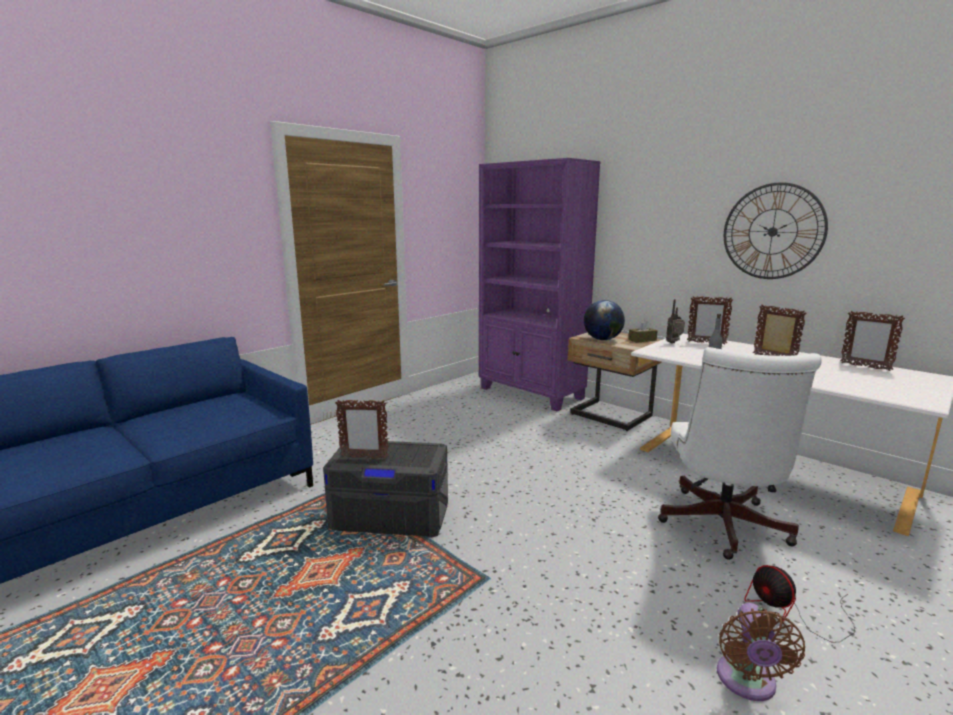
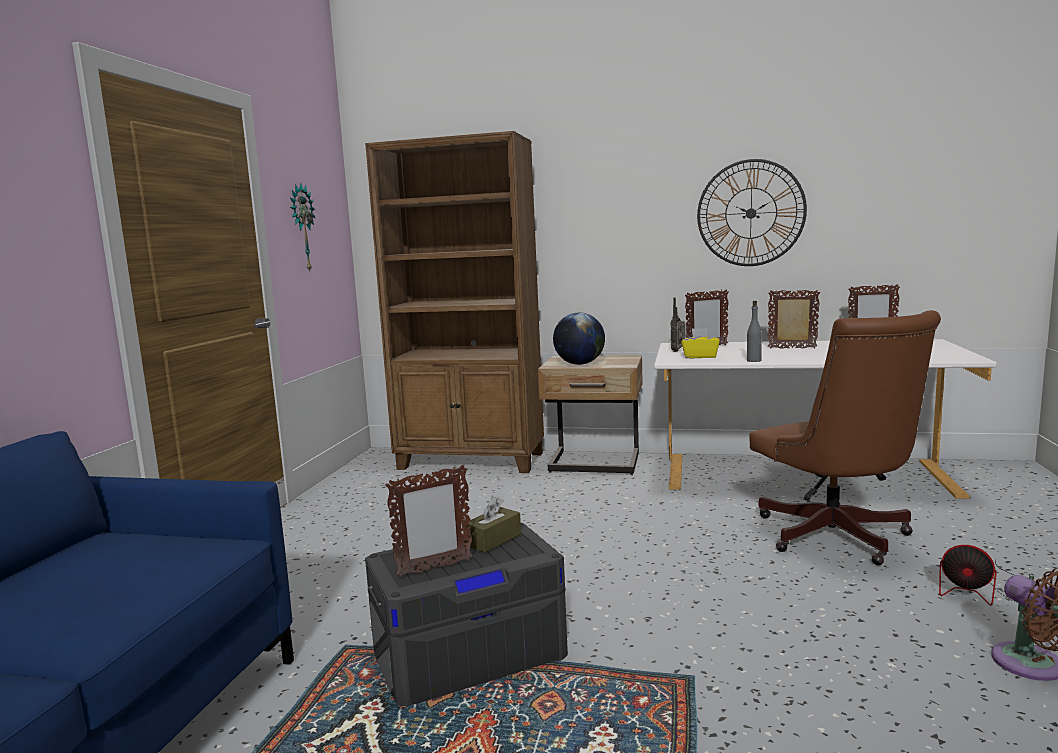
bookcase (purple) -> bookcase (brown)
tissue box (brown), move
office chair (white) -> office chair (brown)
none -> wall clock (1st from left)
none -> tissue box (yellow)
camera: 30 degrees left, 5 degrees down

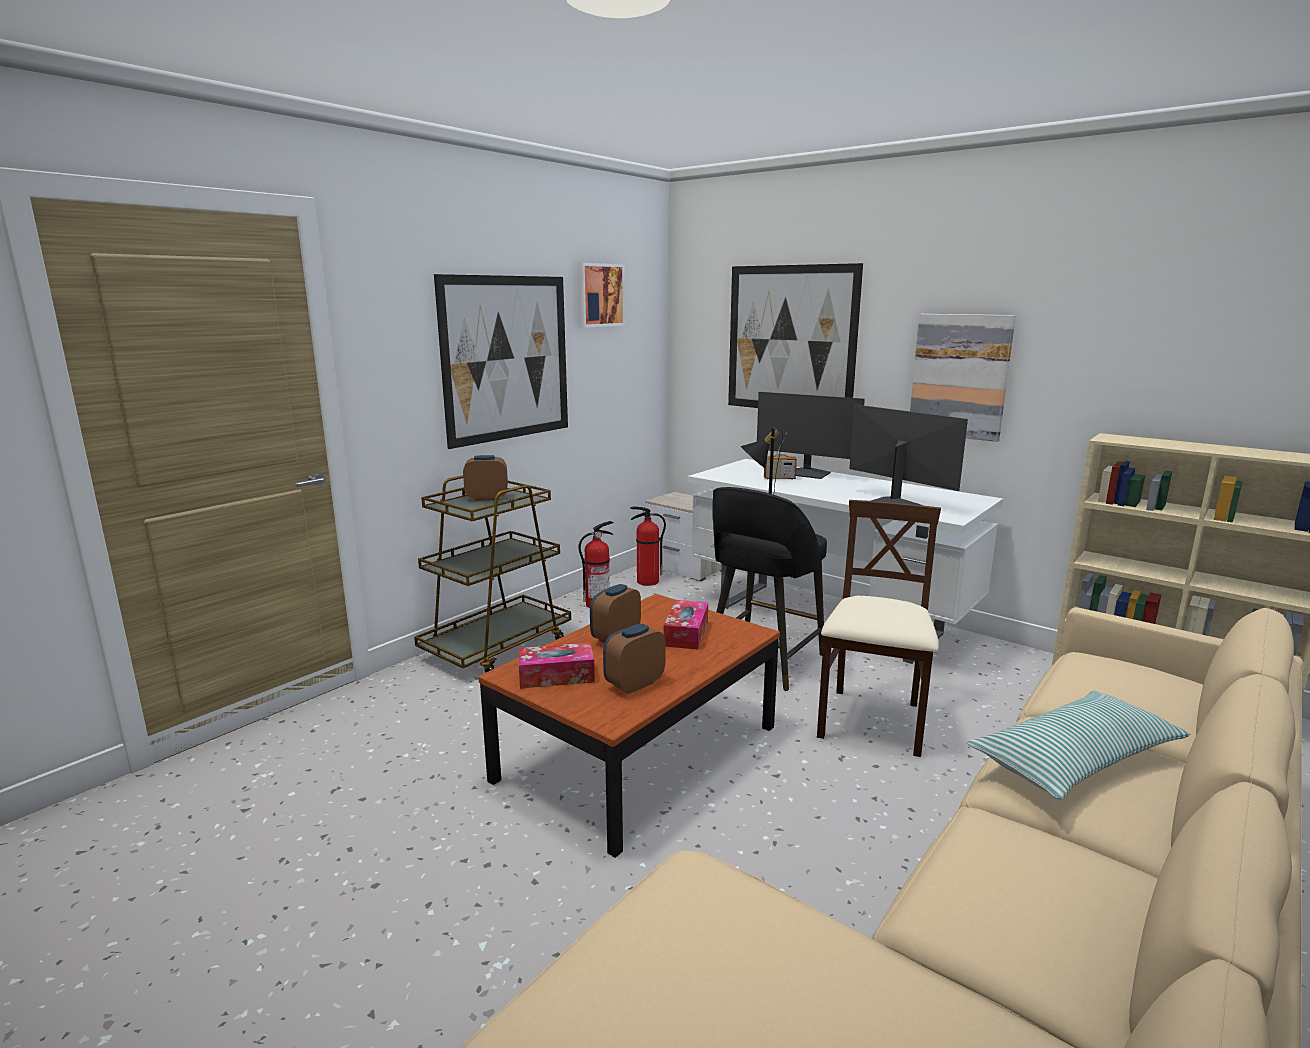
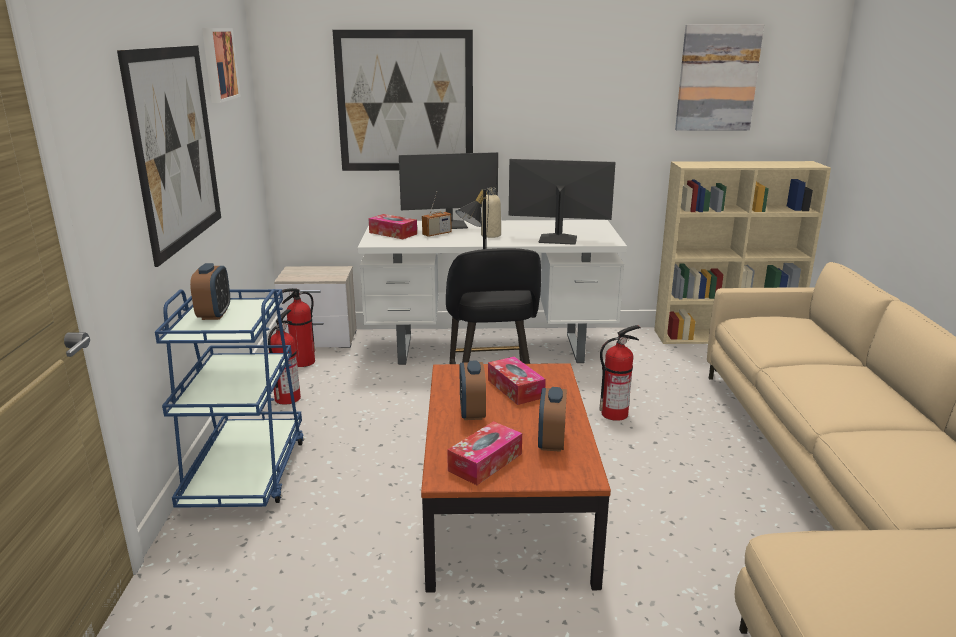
picture (4th from left), move
alarm clock (1st from left), 135 degrees clockwise
cart (brown) -> cart (blue)
chair (beige) -> fire extinguisher (3rd from left)
pillow -> none
none -> bottle (beige)
none -> tissue box (1st from left)
camera: 40 degrees left, 5 degrees up

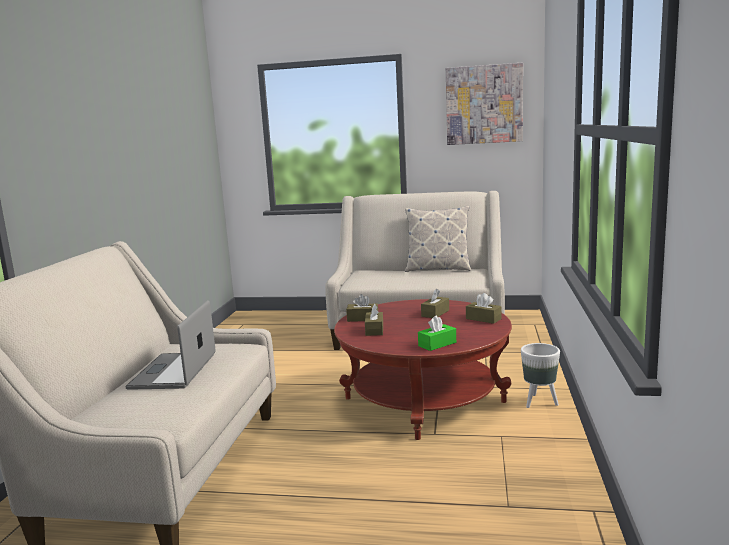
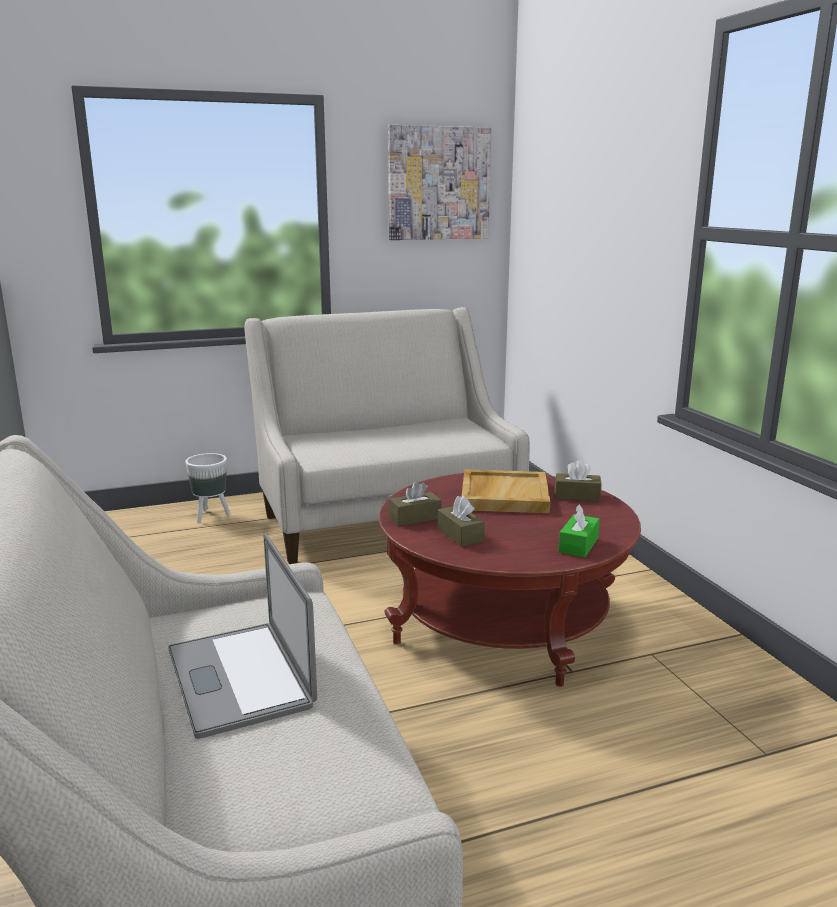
pillow -> none
tissue box (brown) (3rd from left) -> tray (beige)
planter (white), move
camera: 30 degrees left, 5 degrees up

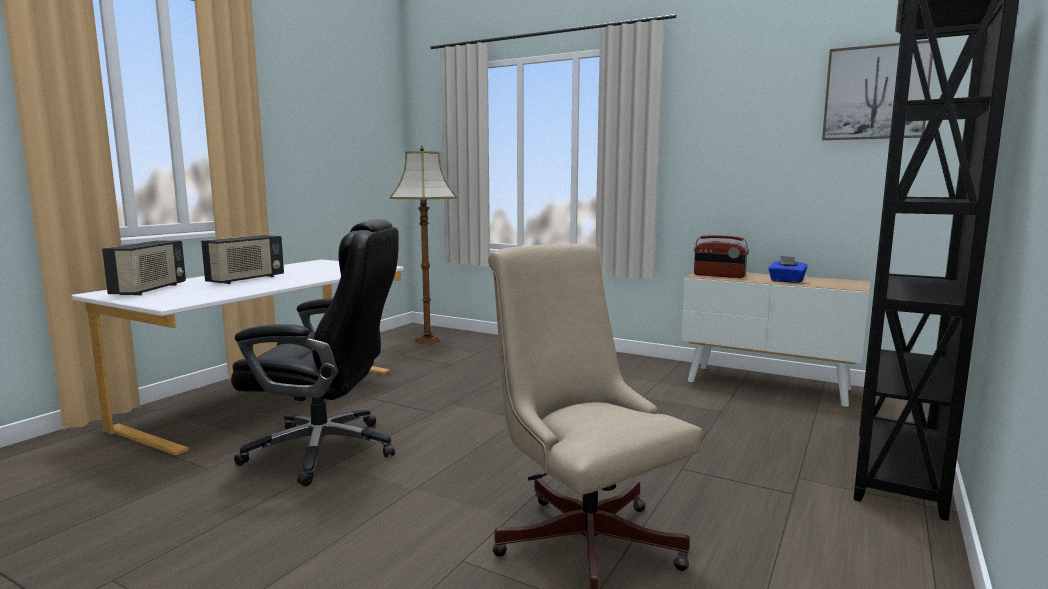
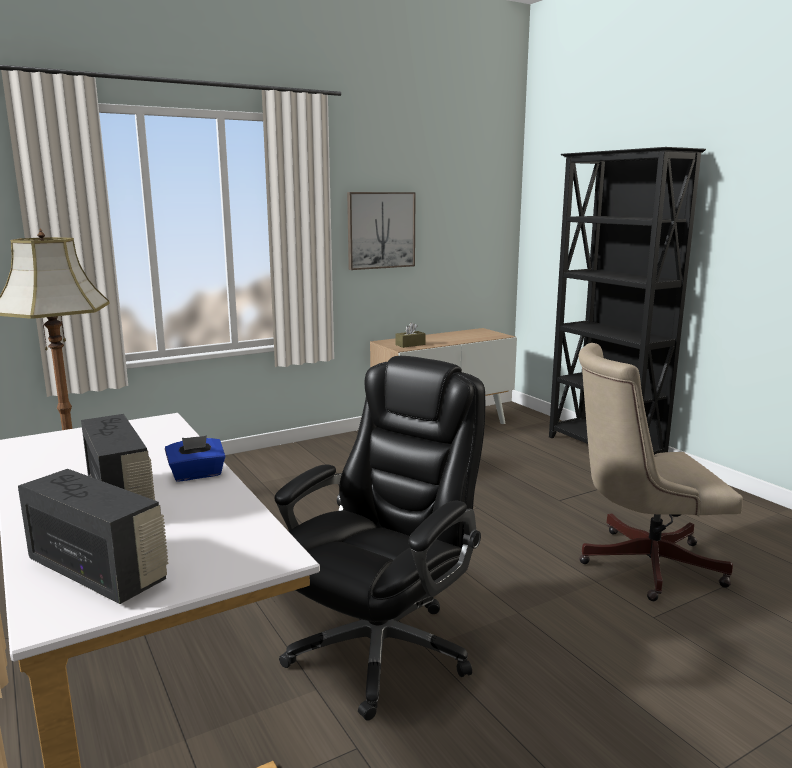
picture, move
radio (3rd from left) -> tissue box (brown)
tissue box (blue), move
camera: 60 degrees left, 5 degrees up

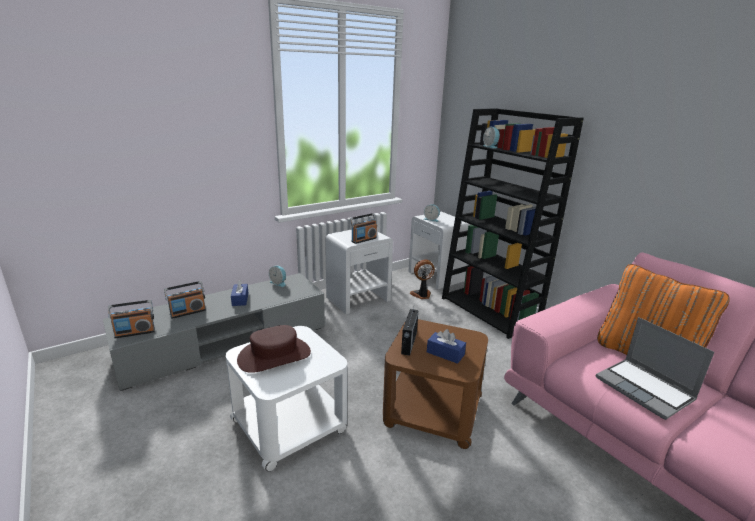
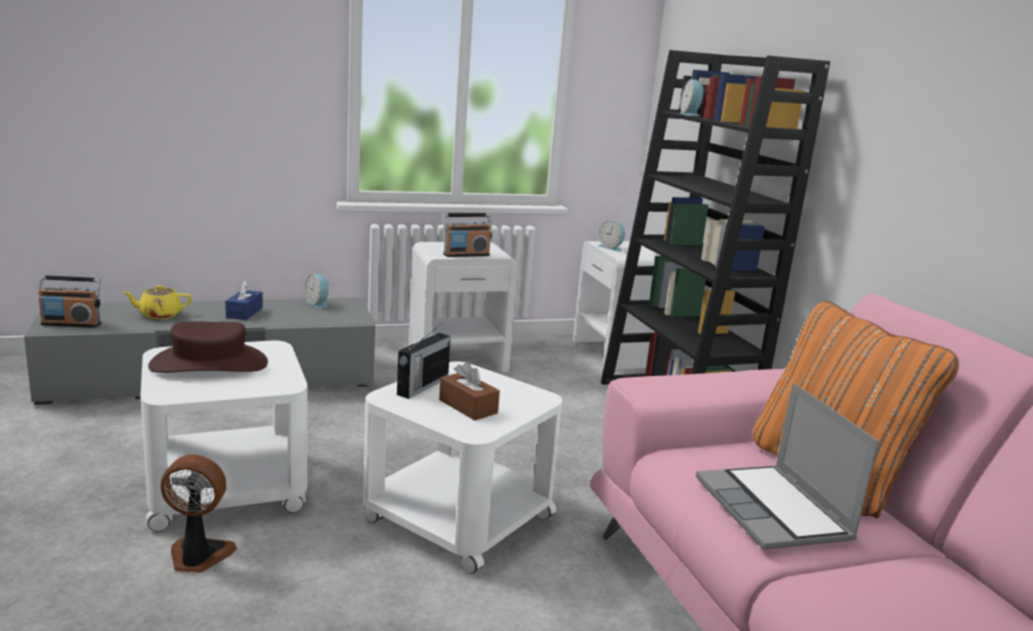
fan, move
radio (2nd from left) -> teapot (yellow)
side table (brown) -> side table (white) (2nd from left)
tissue box (blue) (2nd from left) -> tissue box (brown)
camera: 15 degrees right, 5 degrees down

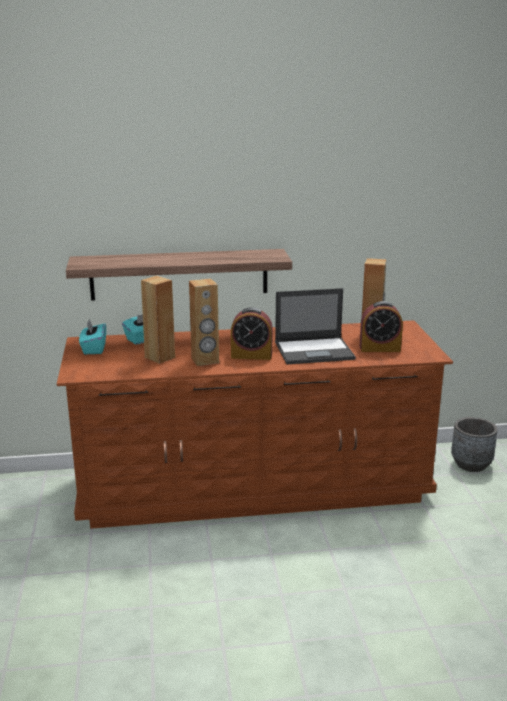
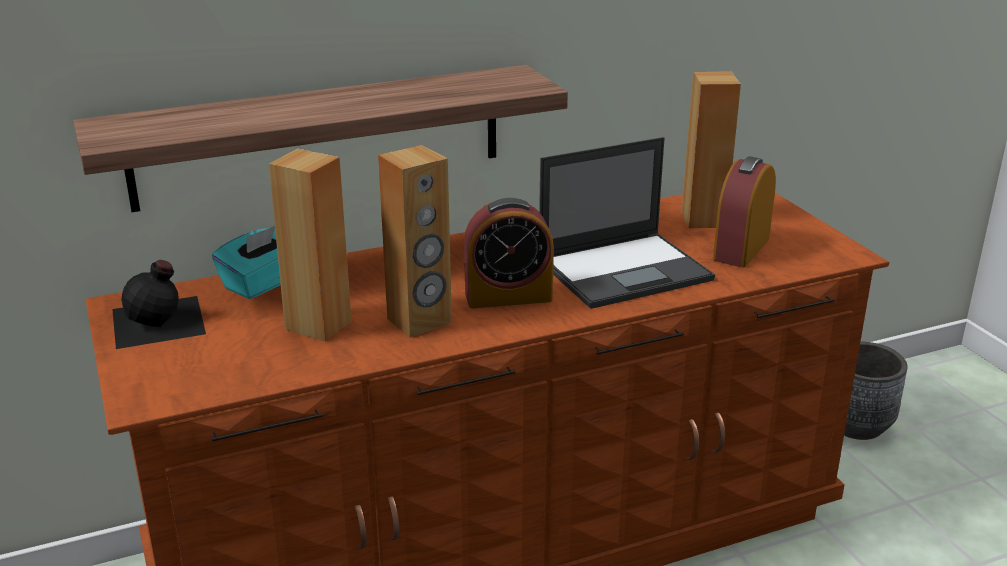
alarm clock (2nd from left), 135 degrees clockwise
tissue box (turquoise) (1st from left) -> bottle (black)
camera: 15 degrees left, 5 degrees up

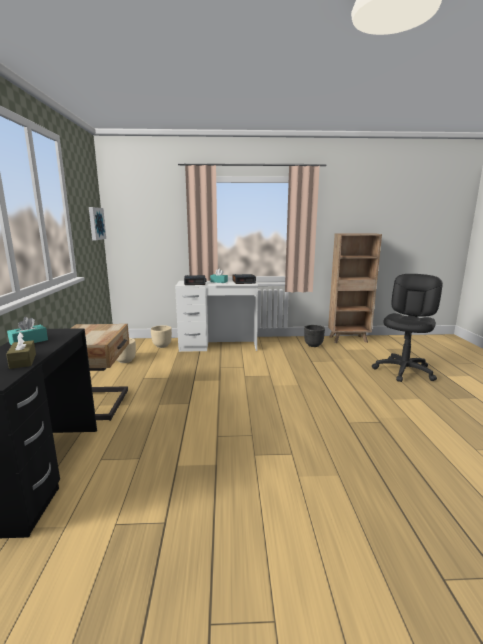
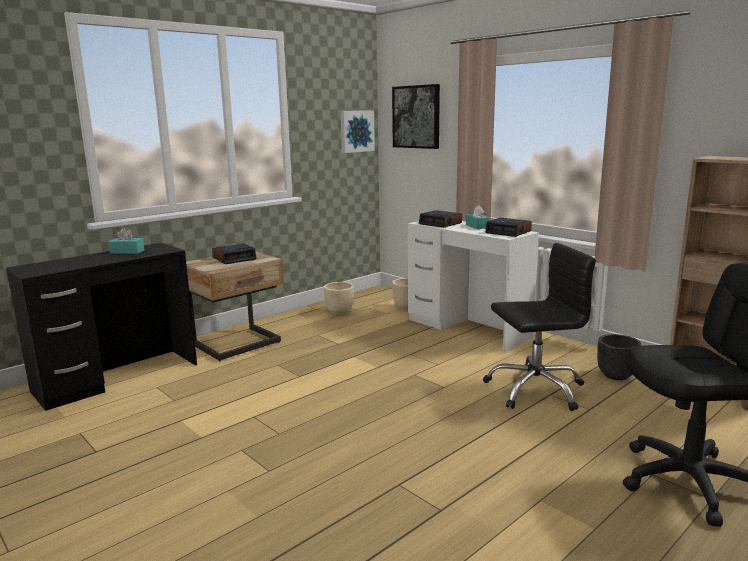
tissue box (brown) -> none
none -> picture (2nd from left)
none -> office chair (black) (1st from left)
none -> alarm clock (1st from left)
camera: 50 degrees right, 0 degrees up

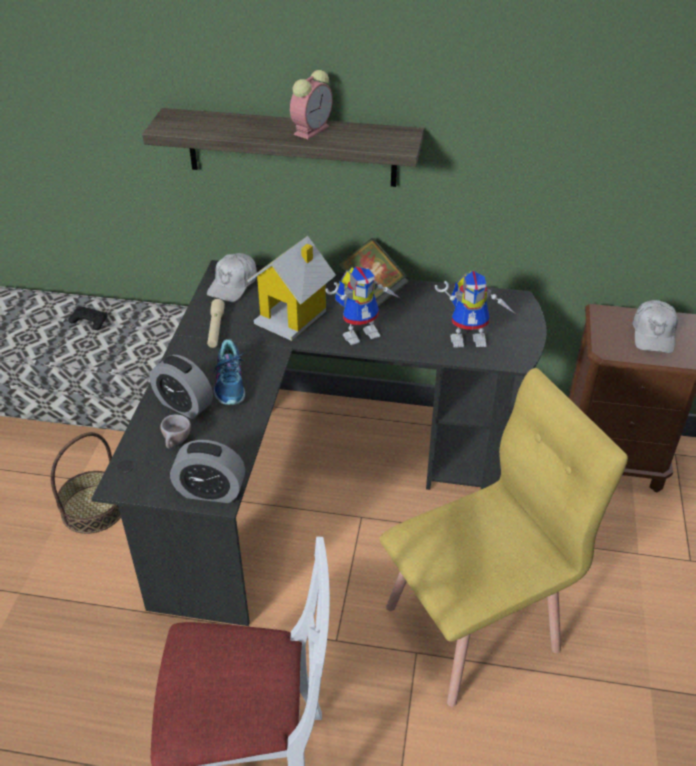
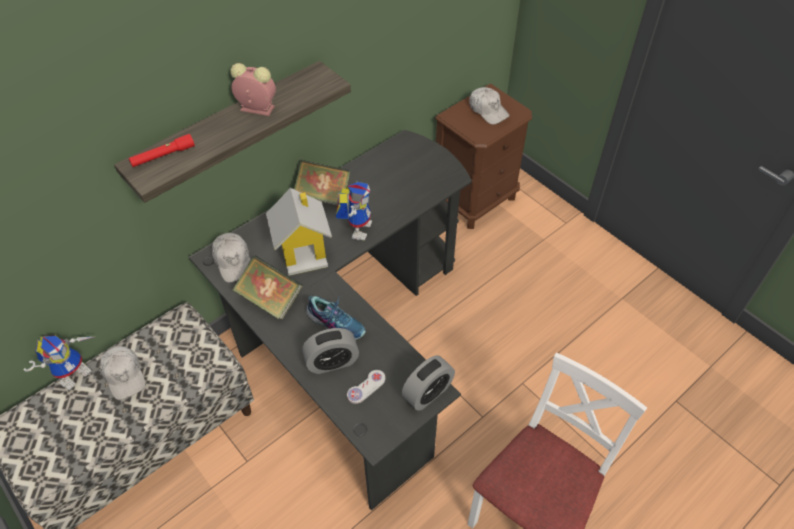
alarm clock (3rd from left in the first image) -> alarm clock (1st from left), 60 degrees counterclockwise
toy robot (2nd from left in the first image) -> toy robot (1st from left), move
flashlight (beige) -> book (1st from left)
game controller (black) -> cap (white) (1st from left)
chair (yellow) -> none
cup (beige) -> game controller (white)
basket -> none
none -> flashlight (red)
camera: 50 degrees left, 10 degrees up

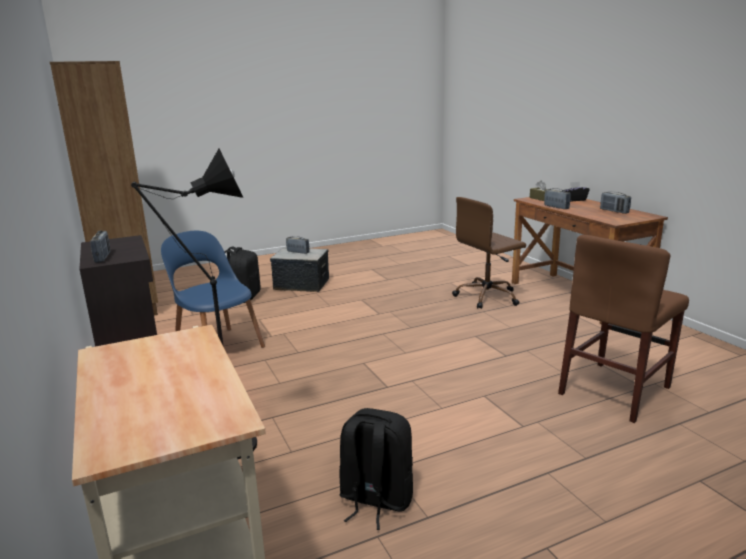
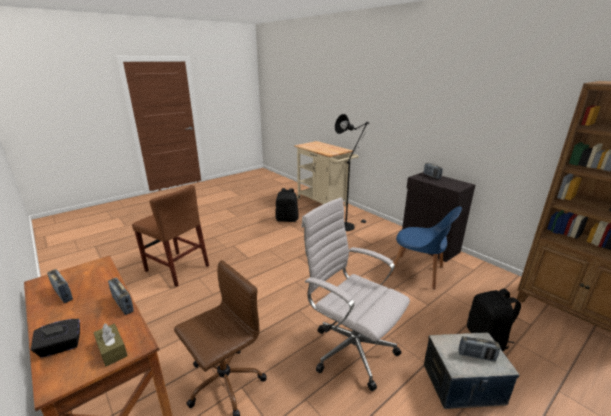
chair (brown), 90 degrees clockwise
none -> office chair (white)
camera: 165 degrees right, 5 degrees up

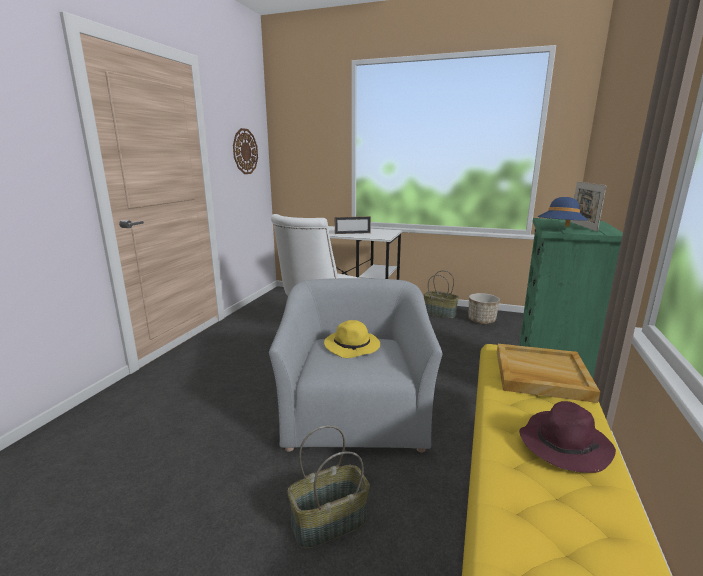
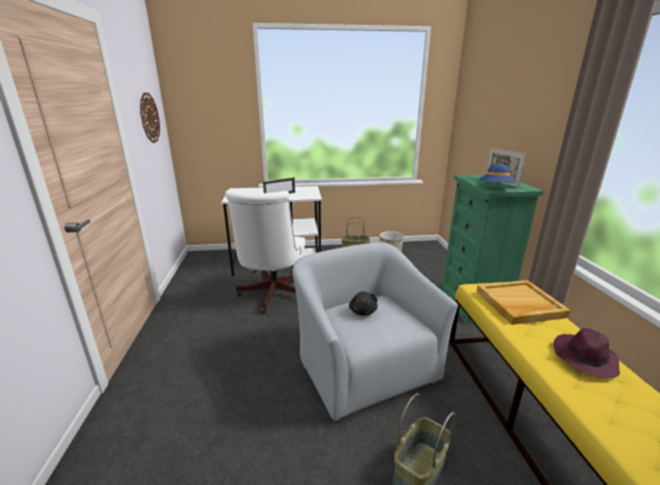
hat (yellow) -> plush toy (black)
camera: 25 degrees left, 5 degrees up

